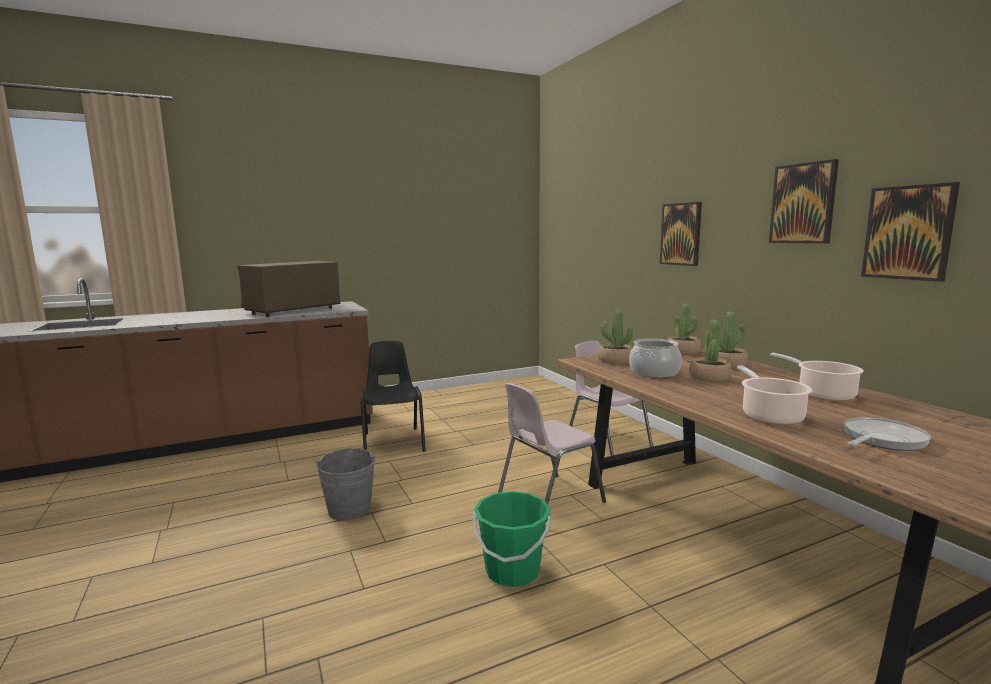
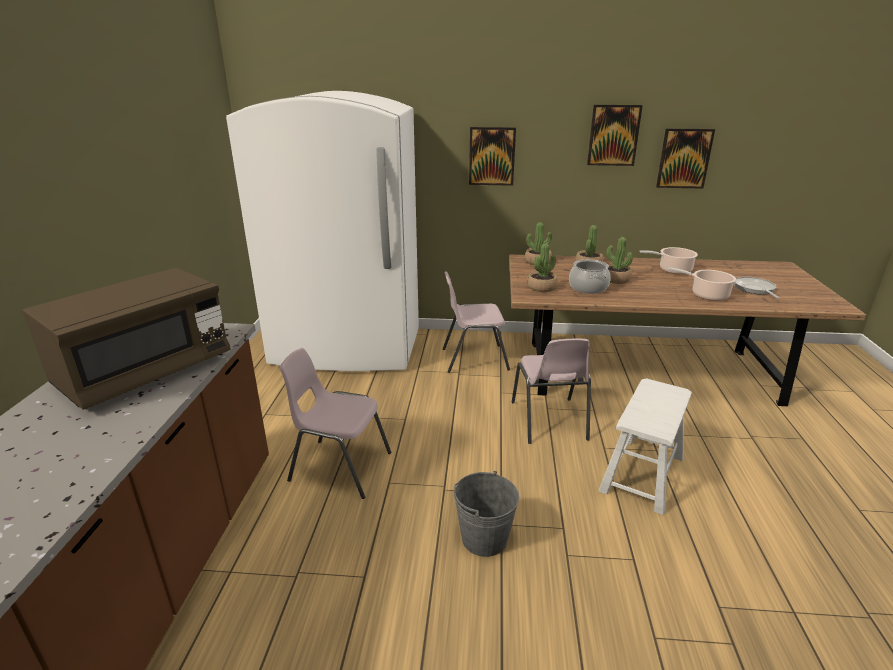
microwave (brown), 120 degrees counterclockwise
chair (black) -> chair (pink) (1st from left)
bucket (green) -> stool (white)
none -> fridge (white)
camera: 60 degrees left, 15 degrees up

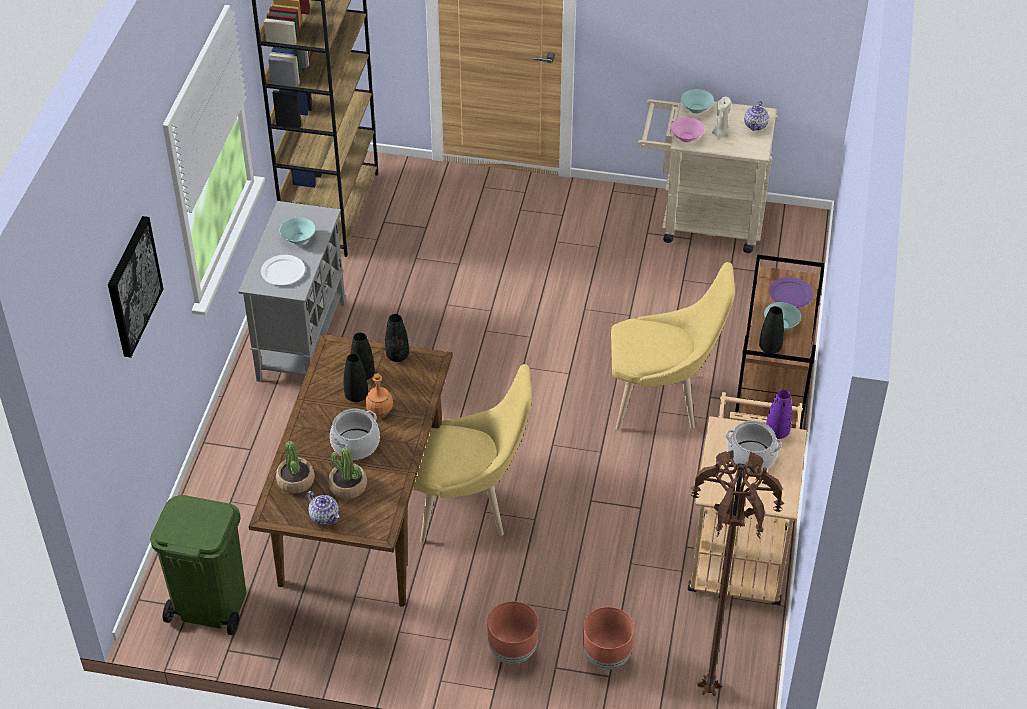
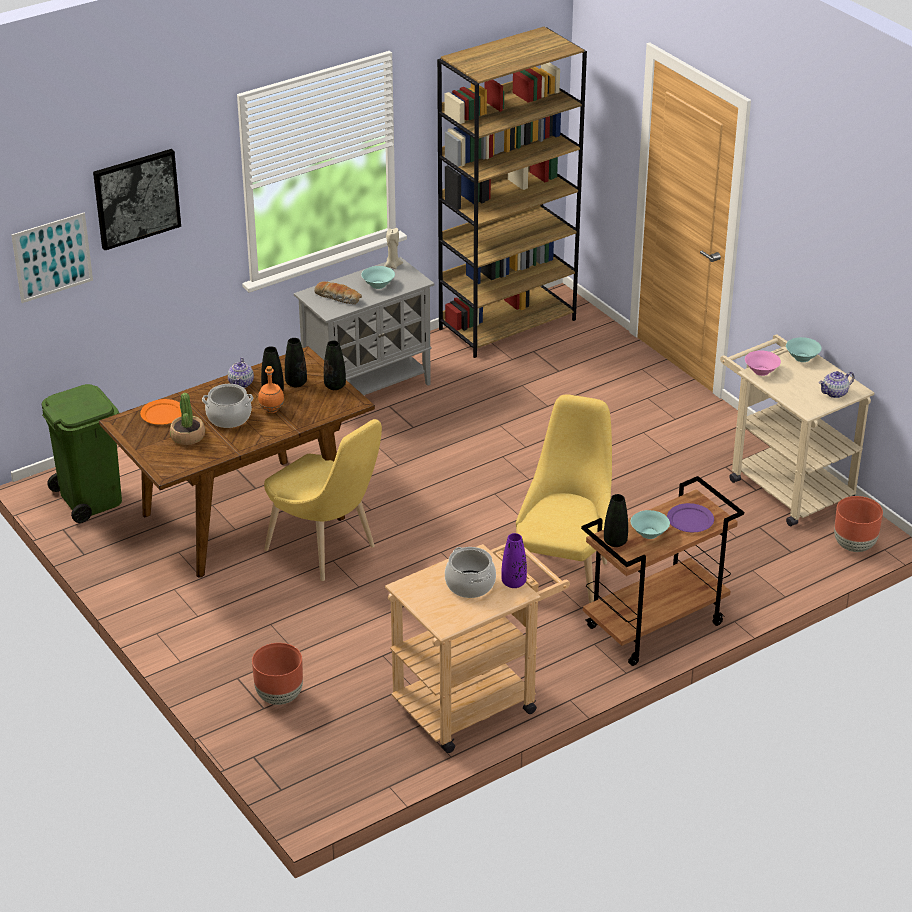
candle (beige), move
plate (white) -> bread
chair (yellow) (2nd from left), 120 degrees counterclockwise
potted plant (1st from left) -> plate (orange)
floor lamp (brown) -> none
teapot (1st from left), move
planter (brown) (1st from left in the first image) -> planter (brown) (2nd from left), move
none -> picture (1st from left)
camera: 45 degrees right, 10 degrees down

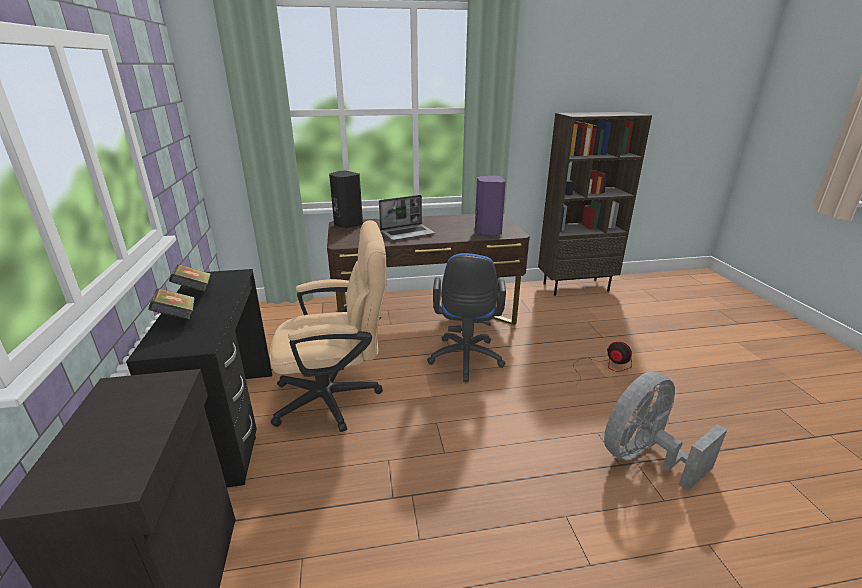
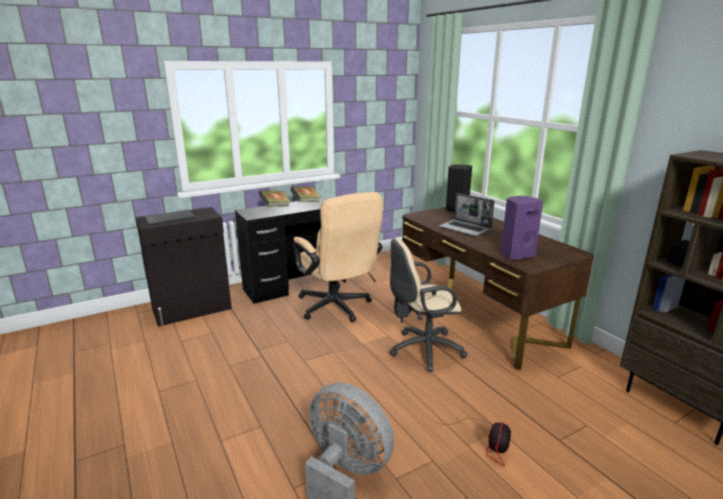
office chair (blue) -> office chair (beige) (2nd from left)
none -> keyboard
camera: 70 degrees right, 5 degrees down

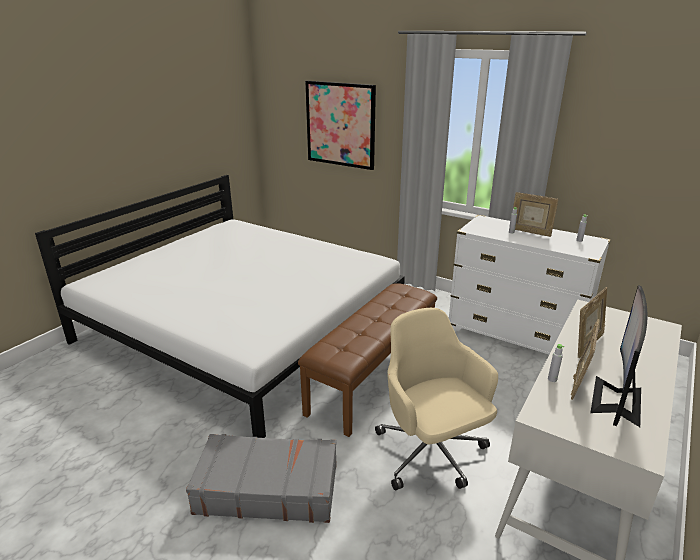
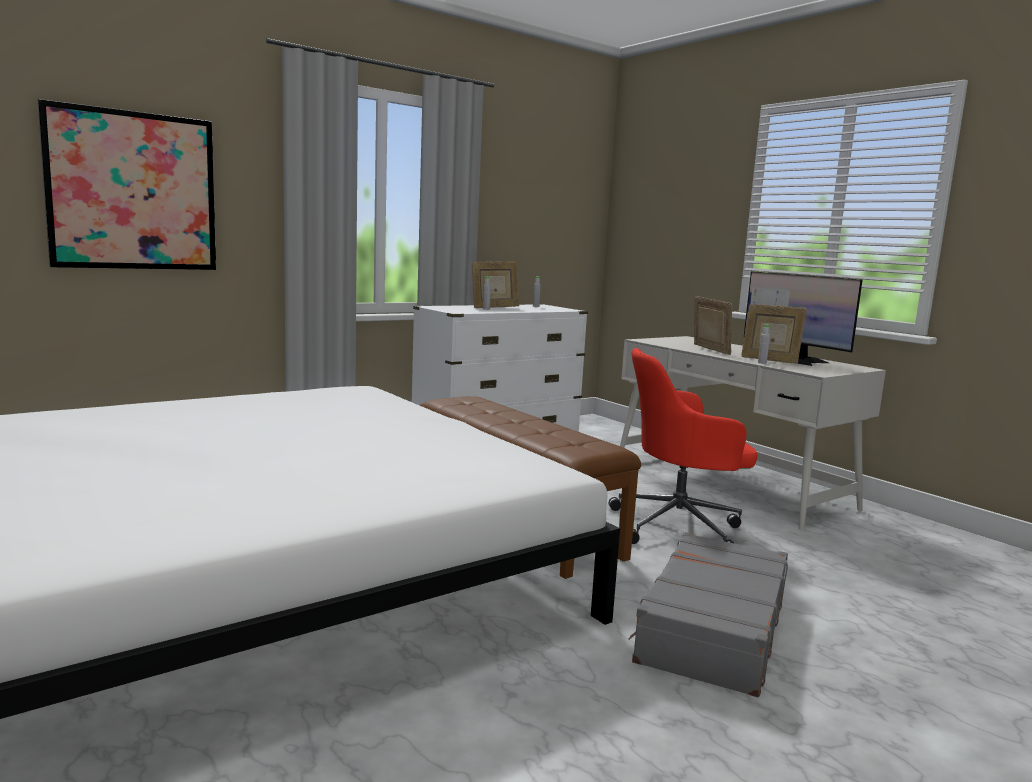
office chair (beige) -> office chair (red)
camera: 70 degrees left, 15 degrees down

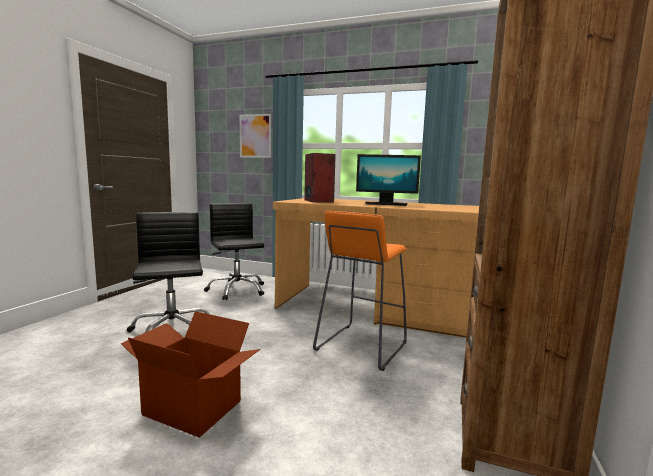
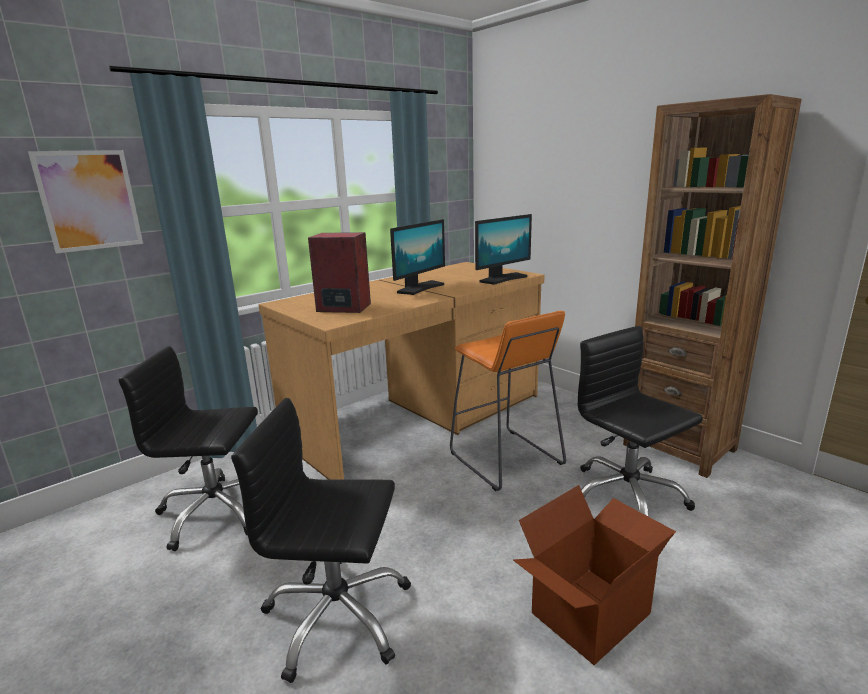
none -> monitor (2nd from left)
none -> office chair (black) (3rd from left)
camera: 60 degrees left, 10 degrees up

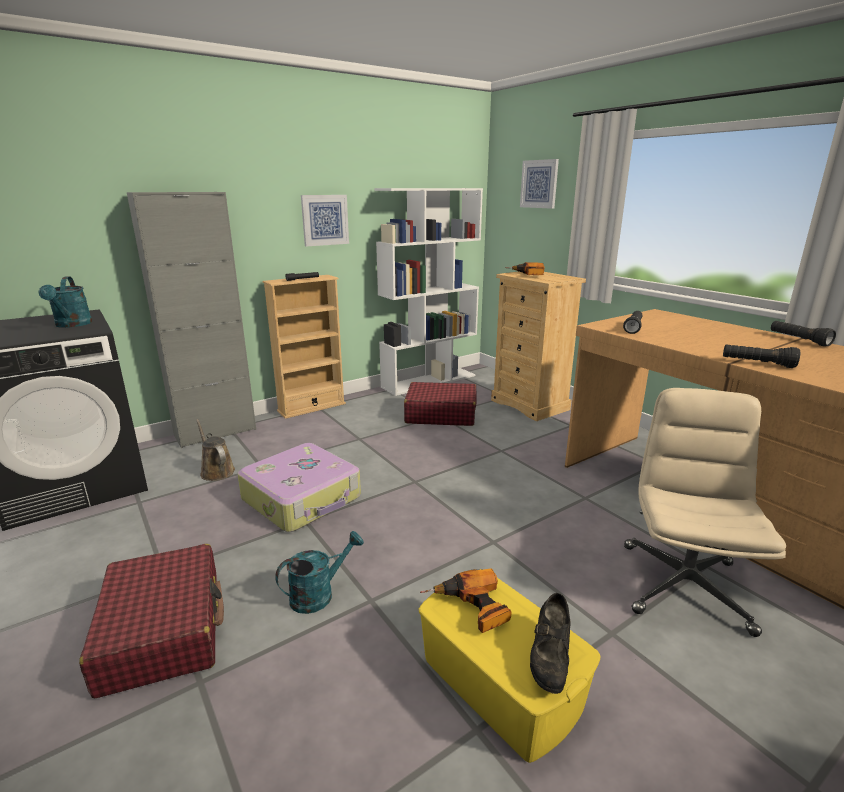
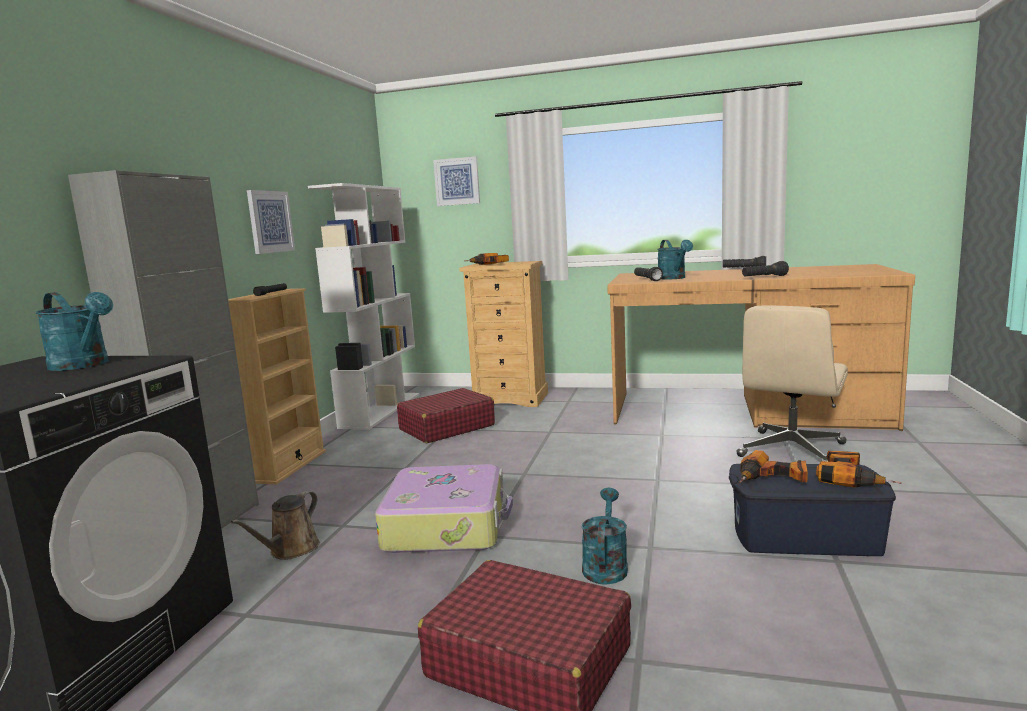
office chair (beige), 120 degrees counterclockwise
watering can (brown), 75 degrees counterclockwise
storage box (yellow) -> storage box (blue)
shoe (black) -> power drill (3rd from left)
none -> watering can (turquoise) (3rd from left)
camera: 40 degrees left, 10 degrees down

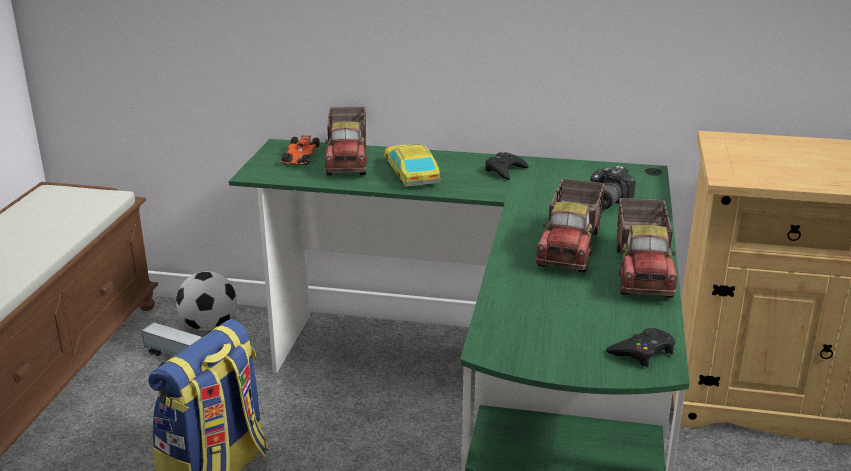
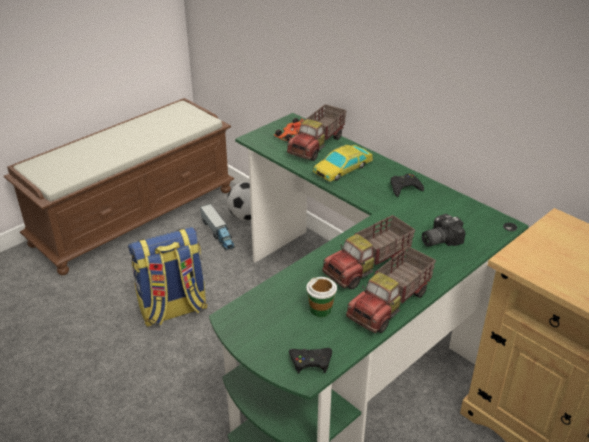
toy car (2nd from left), 150 degrees counterclockwise
none -> cup
camera: 35 degrees right, 10 degrees up

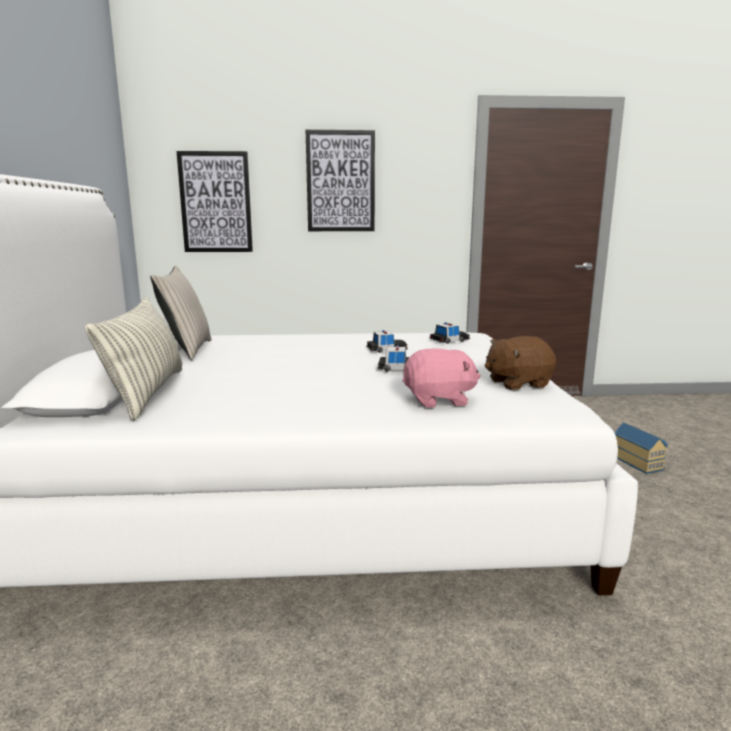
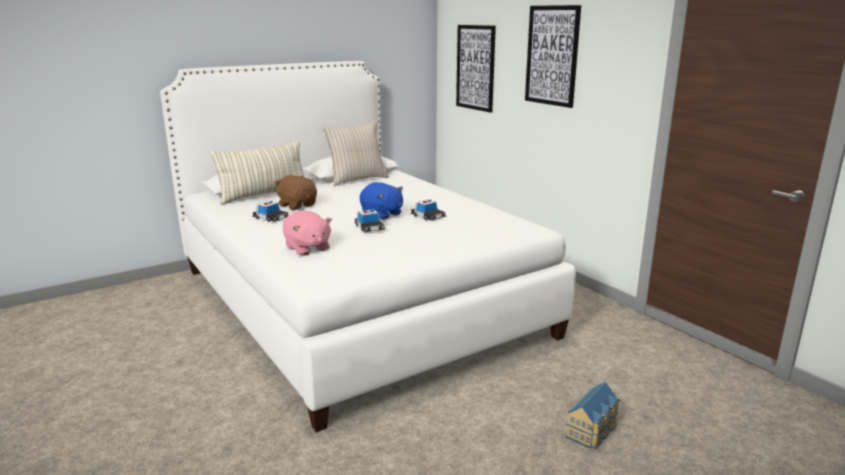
toy car (3rd from left in the first image) -> toy car (1st from left), move
plush toy (brown), move
none -> plush toy (blue)
camera: 60 degrees right, 5 degrees up

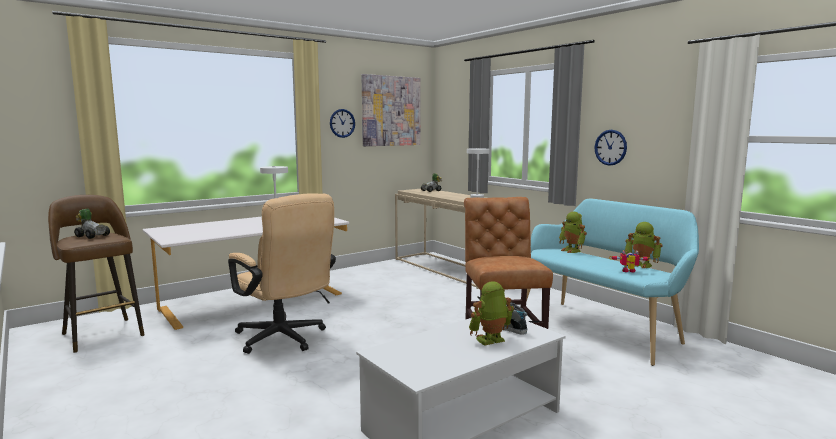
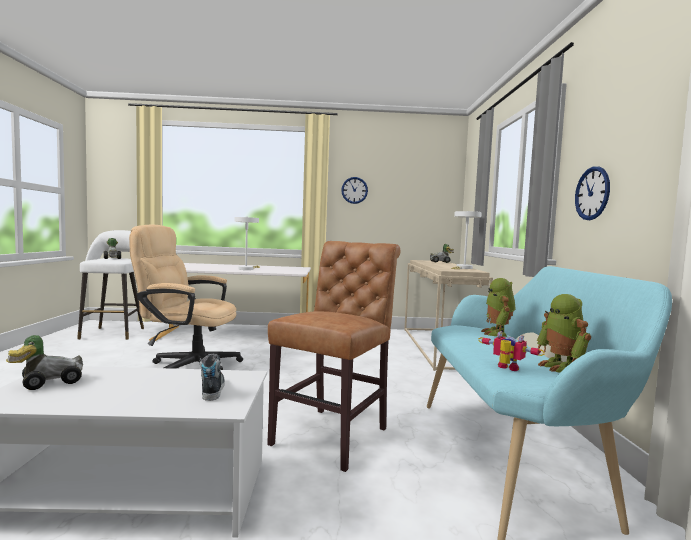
picture -> none
office chair (beige), 105 degrees clockwise
stool (brown) -> stool (white)
toy robot (1st from left) -> none
none -> toy car (1st from left)
camera: 35 degrees right, 5 degrees down

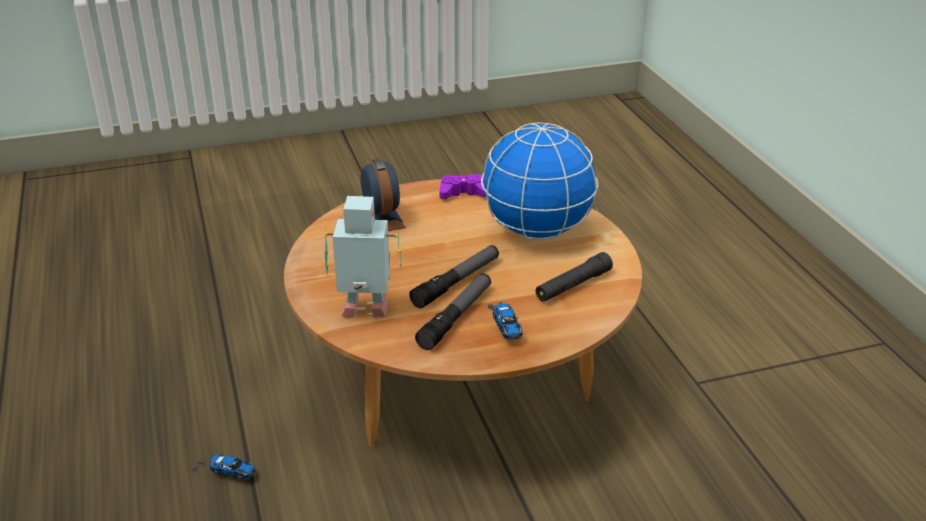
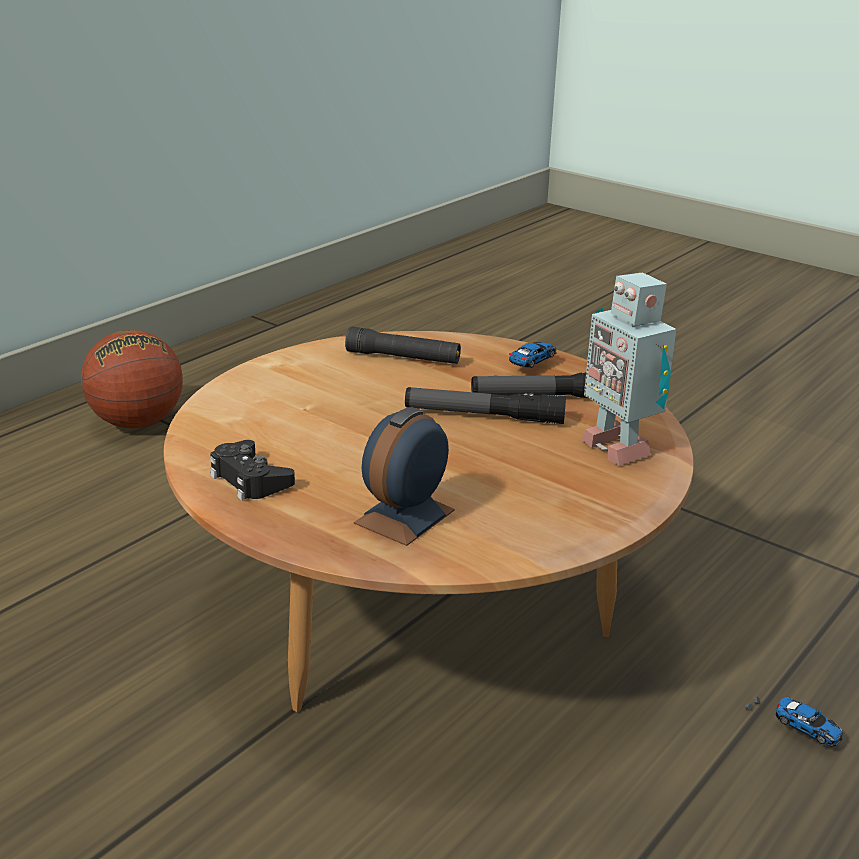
globe -> none
game controller (purple) -> game controller (black)
toy car (1st from left in the first image) -> toy car (2nd from left), 150 degrees clockwise
none -> basketball
camera: 125 degrees left, 5 degrees down

